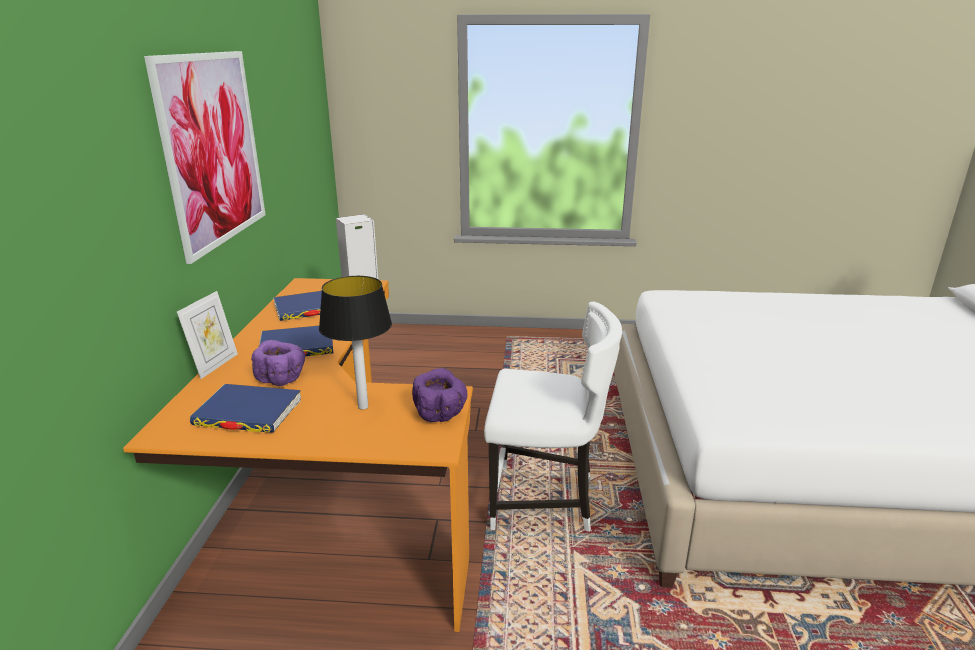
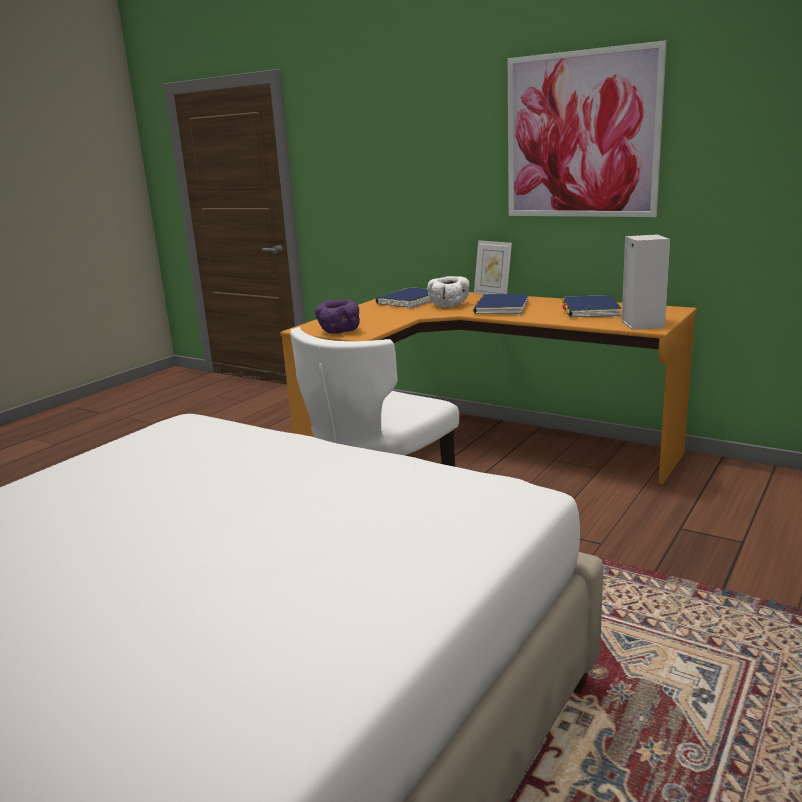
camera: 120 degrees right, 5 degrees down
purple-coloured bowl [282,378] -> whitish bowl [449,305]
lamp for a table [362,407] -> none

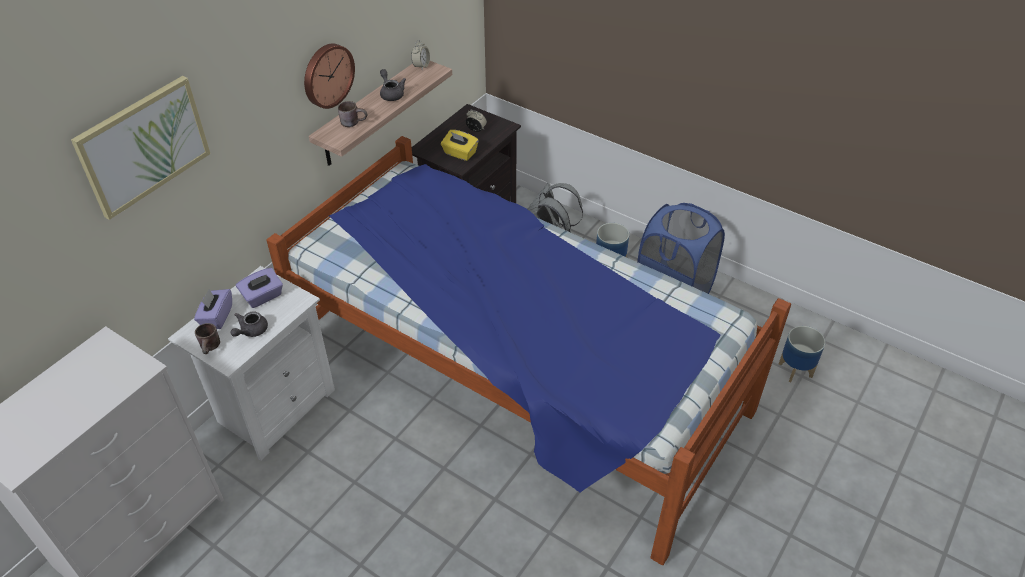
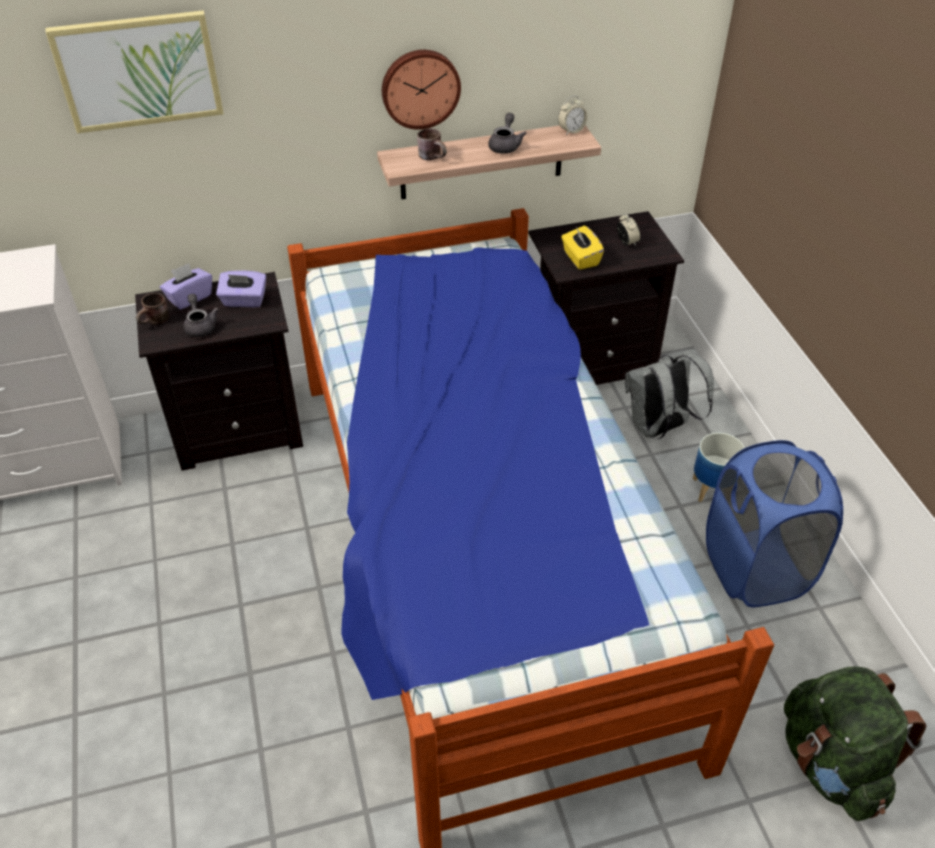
camera: 40 degrees right, 0 degrees up
whitish nightstand [274,407] -> black-coloured nightstand [239,430]
gray pot for tea [251,331] -> gray pot for tea [200,326], 90 degrees clockwise
planter [795,370] -> green-coloured knapsack [831,764]

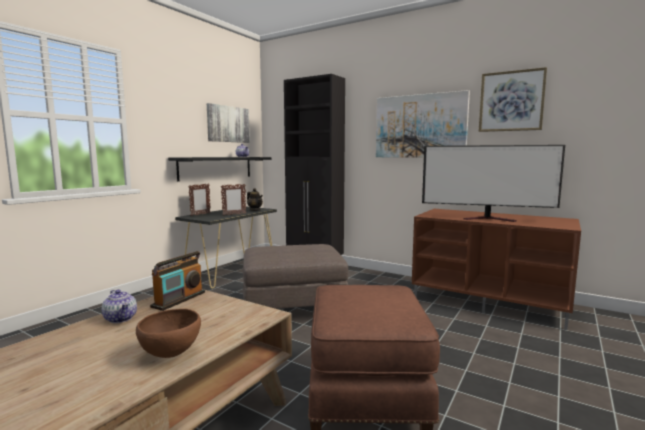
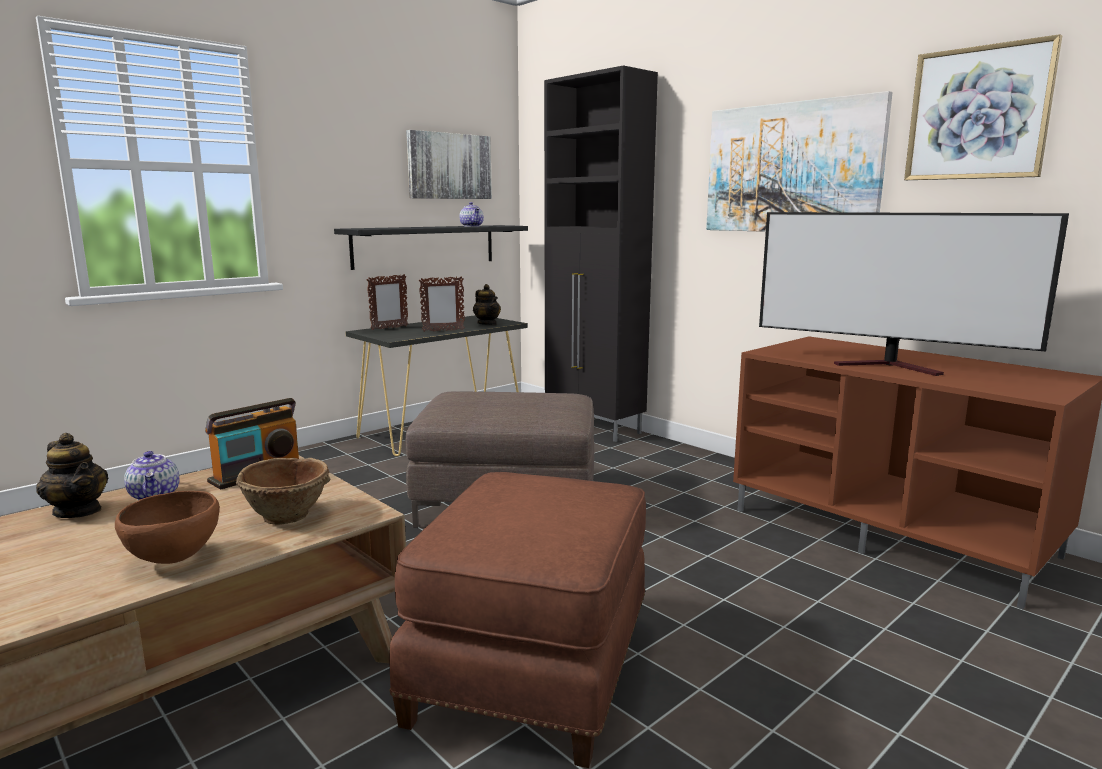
camera: 15 degrees right, 5 degrees up
none -> pot for tea [78,511]
none -> brownish bowl [288,516]

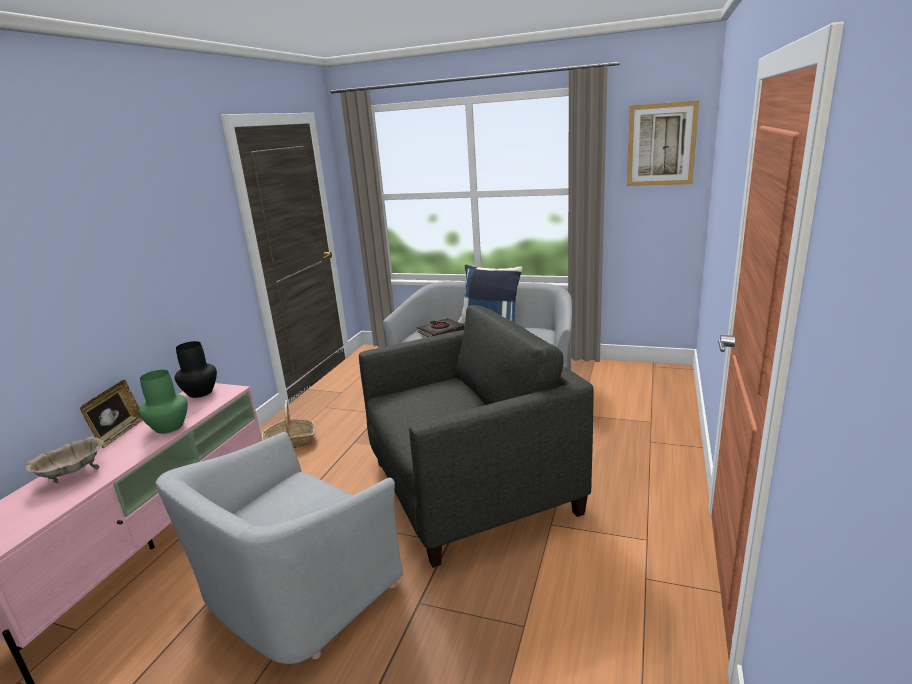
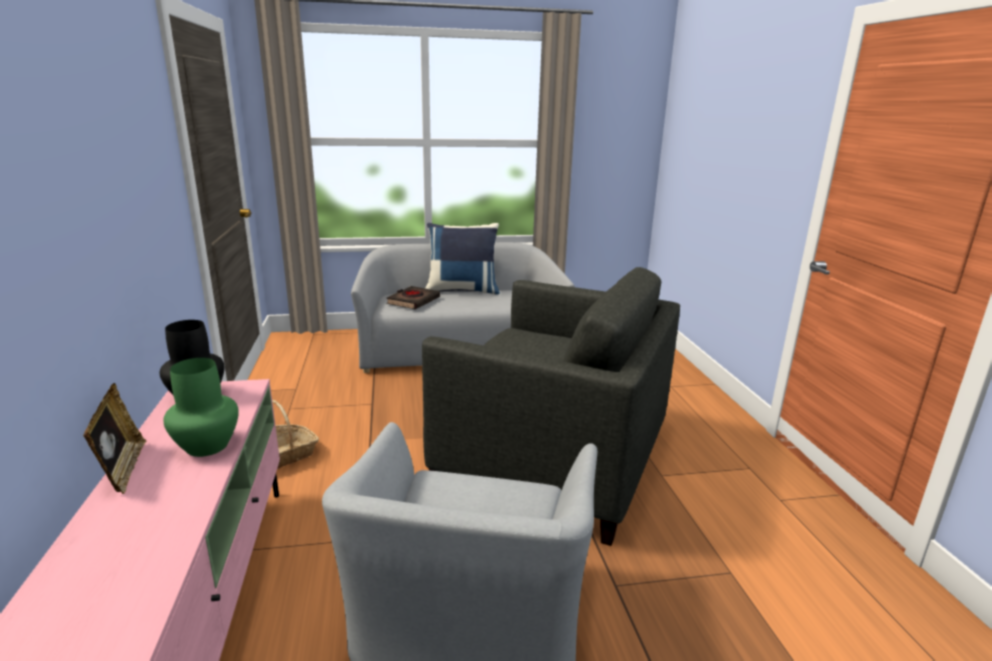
camera: 30 degrees left, 0 degrees up
gray easy chair [471,487] -> gray easy chair [552,459], 75 degrees clockwise
beige bowl [72,475] -> none
picture [661,145] -> none

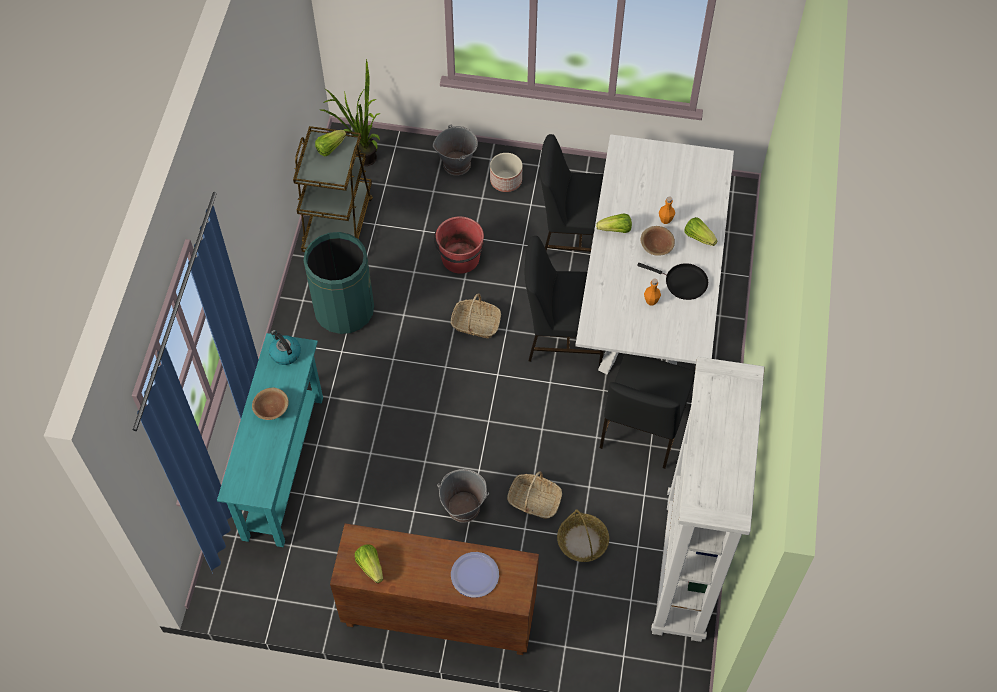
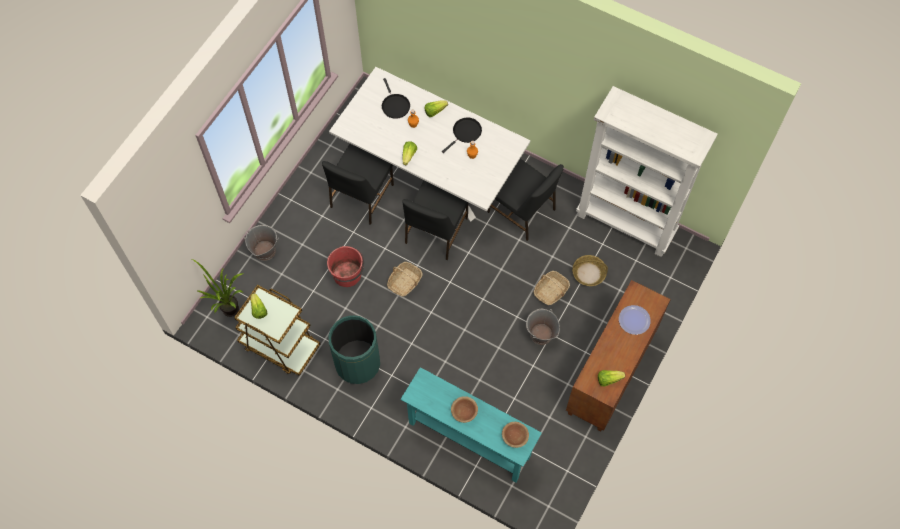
camera: 70 degrees left, 5 degrees up
none -> black-coloured skillet [395,105]
brownish bowl [656,246] -> brownish bowl [515,436], shifted
kettle [285,353] -> none
planter [506,180] -> none

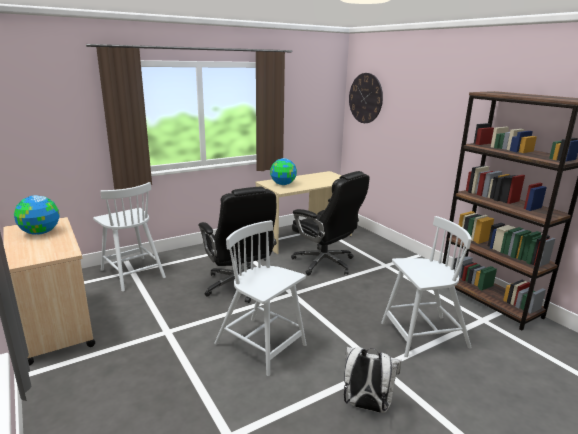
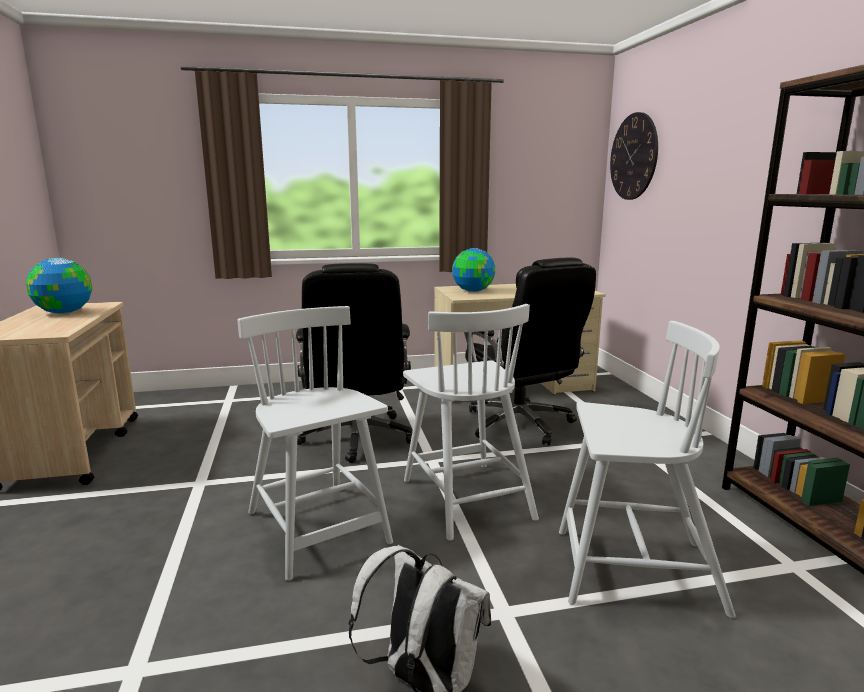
camera: 20 degrees right, 5 degrees down
whitish plain chair [132,273] -> whitish plain chair [466,497], shifted

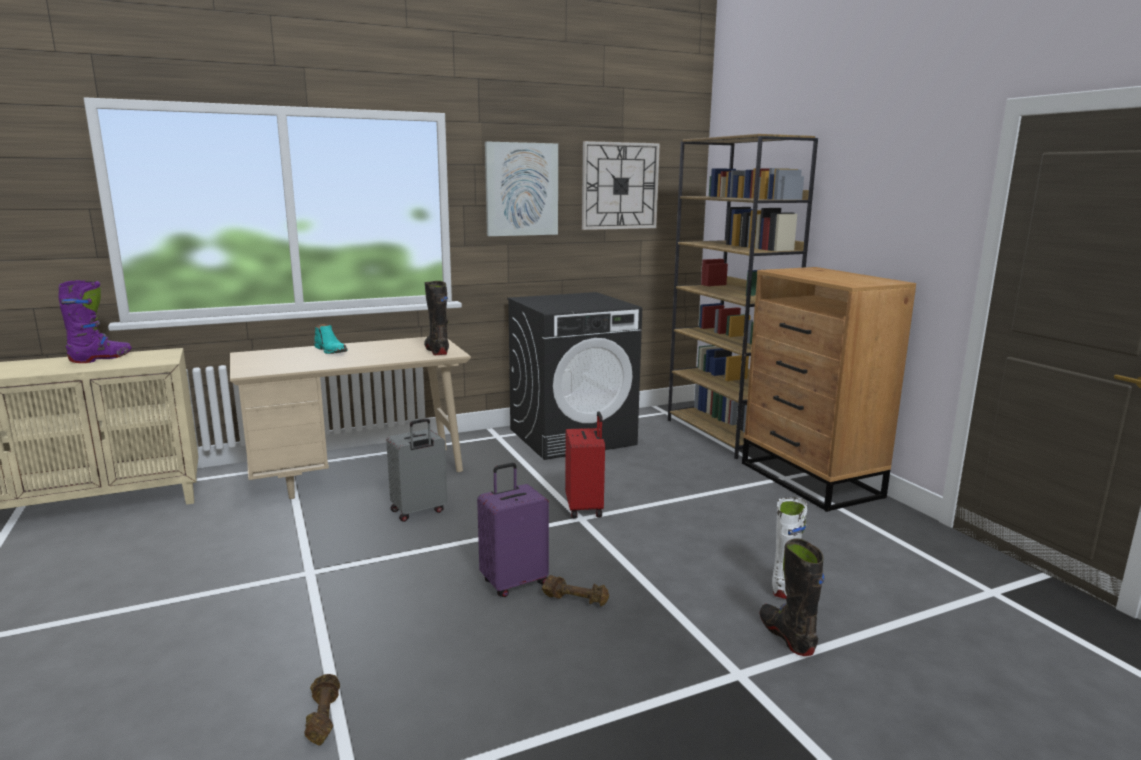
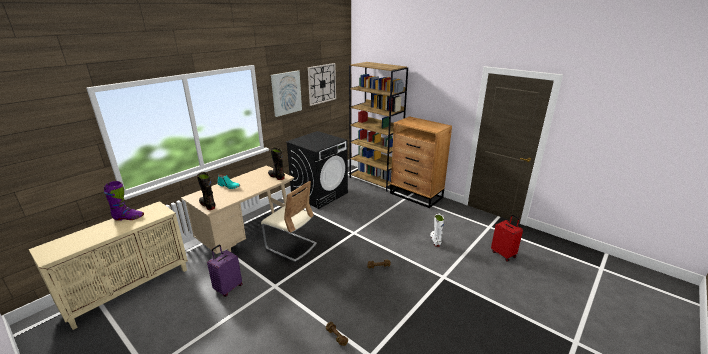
camera: 25 degrees left, 10 degrees up
purple-coloured tall boot [101,358] -> purple-coloured tall boot [128,218], 75 degrees clockwise
black-coloured tall boot [787,636] -> black-coloured tall boot [207,205], shifted
purple-coloured piece of luggage [514,582] -> purple-coloured piece of luggage [228,288], shifted
gray piece of luggage [419,511] -> beige plain chair [291,246]
red-coloured piece of luggage [585,508] -> red-coloured piece of luggage [503,254], shifted

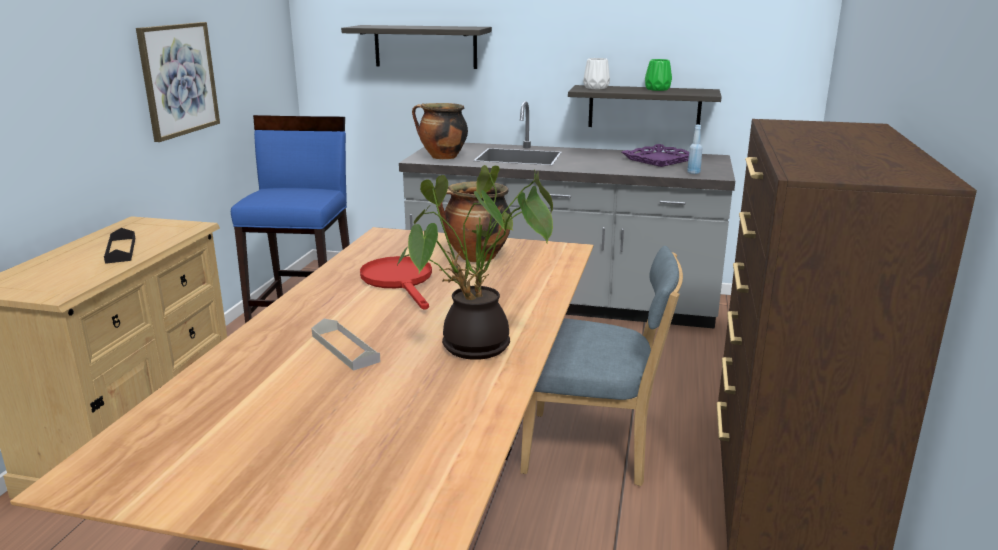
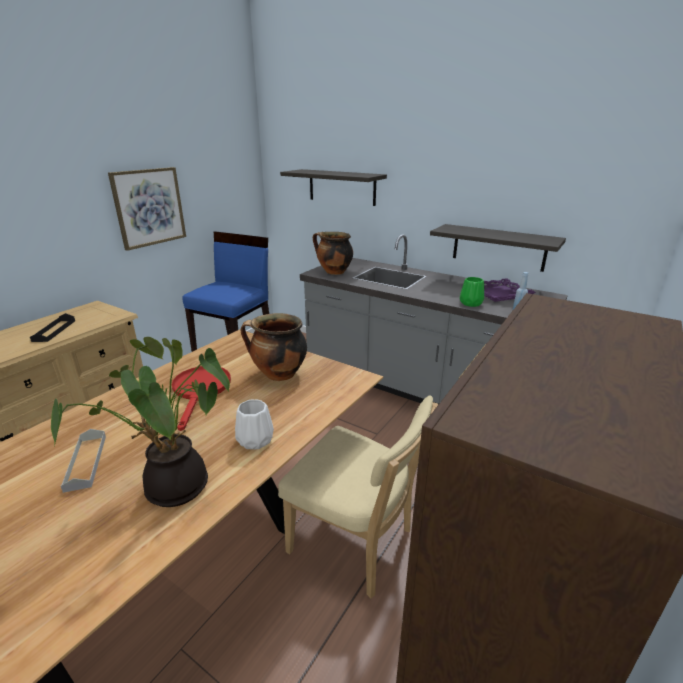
camera: 20 degrees right, 5 degrees up
whitish decorative vase [595,87] -> whitish decorative vase [255,439], shifted
bluish plain chair [593,450] -> beige plain chair [356,543]
green-coloured decorative vase [656,89] -> green-coloured decorative vase [470,303], shifted

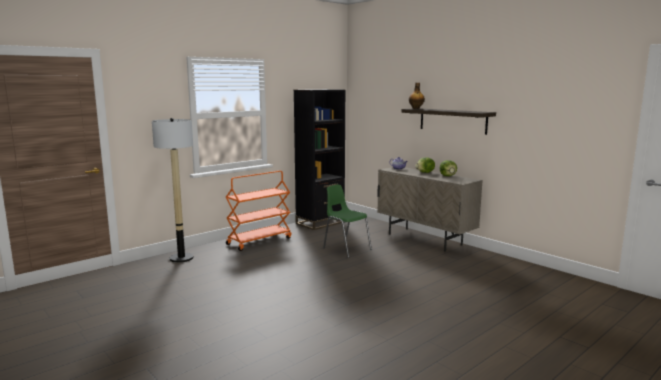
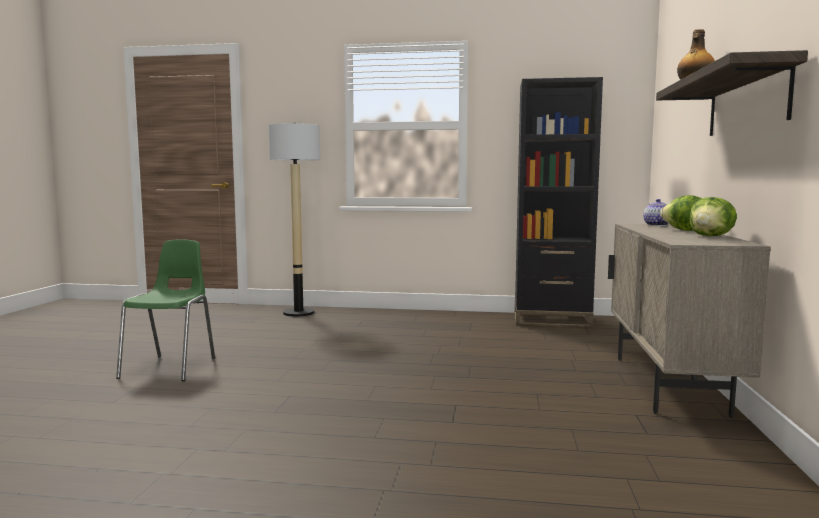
camera: 50 degrees right, 5 degrees down
green-coloured plain chair [346,249] -> green-coloured plain chair [171,367], shifted
orangey trolley [259,241] -> none

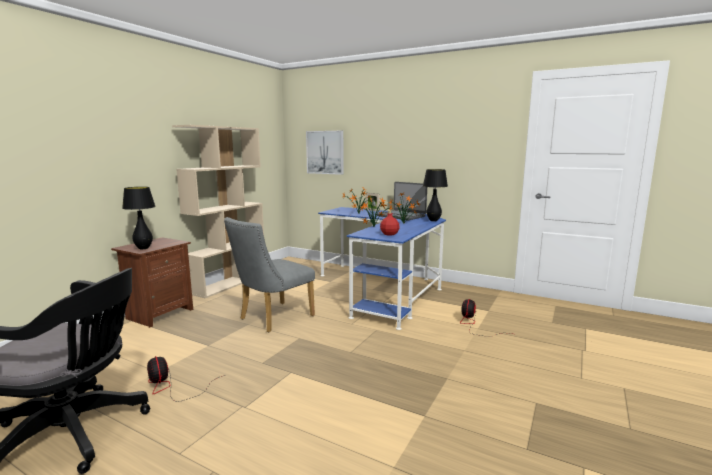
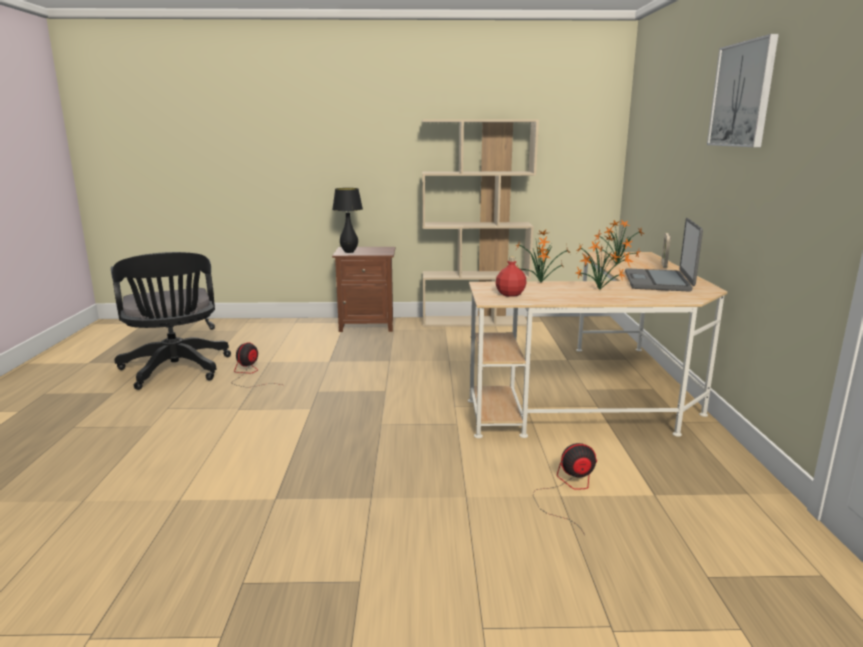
camera: 60 degrees right, 5 degrees up
bluish desk [384,289] -> beige desk [602,396]
picture [325,152] -> picture [742,95], shifted
gray plain chair [272,319] -> none
black-coloured lamp for a table [433,221] -> none

